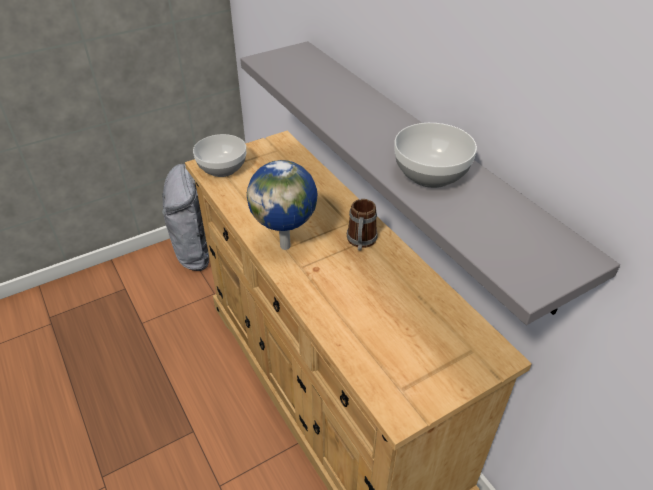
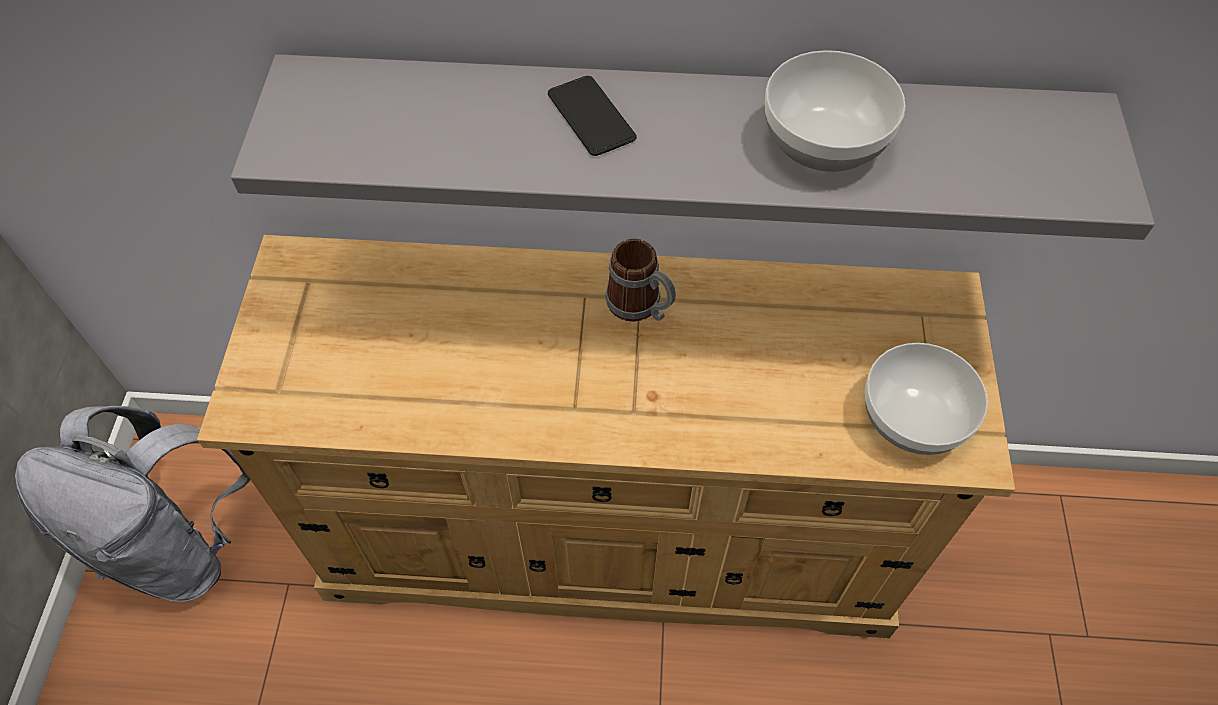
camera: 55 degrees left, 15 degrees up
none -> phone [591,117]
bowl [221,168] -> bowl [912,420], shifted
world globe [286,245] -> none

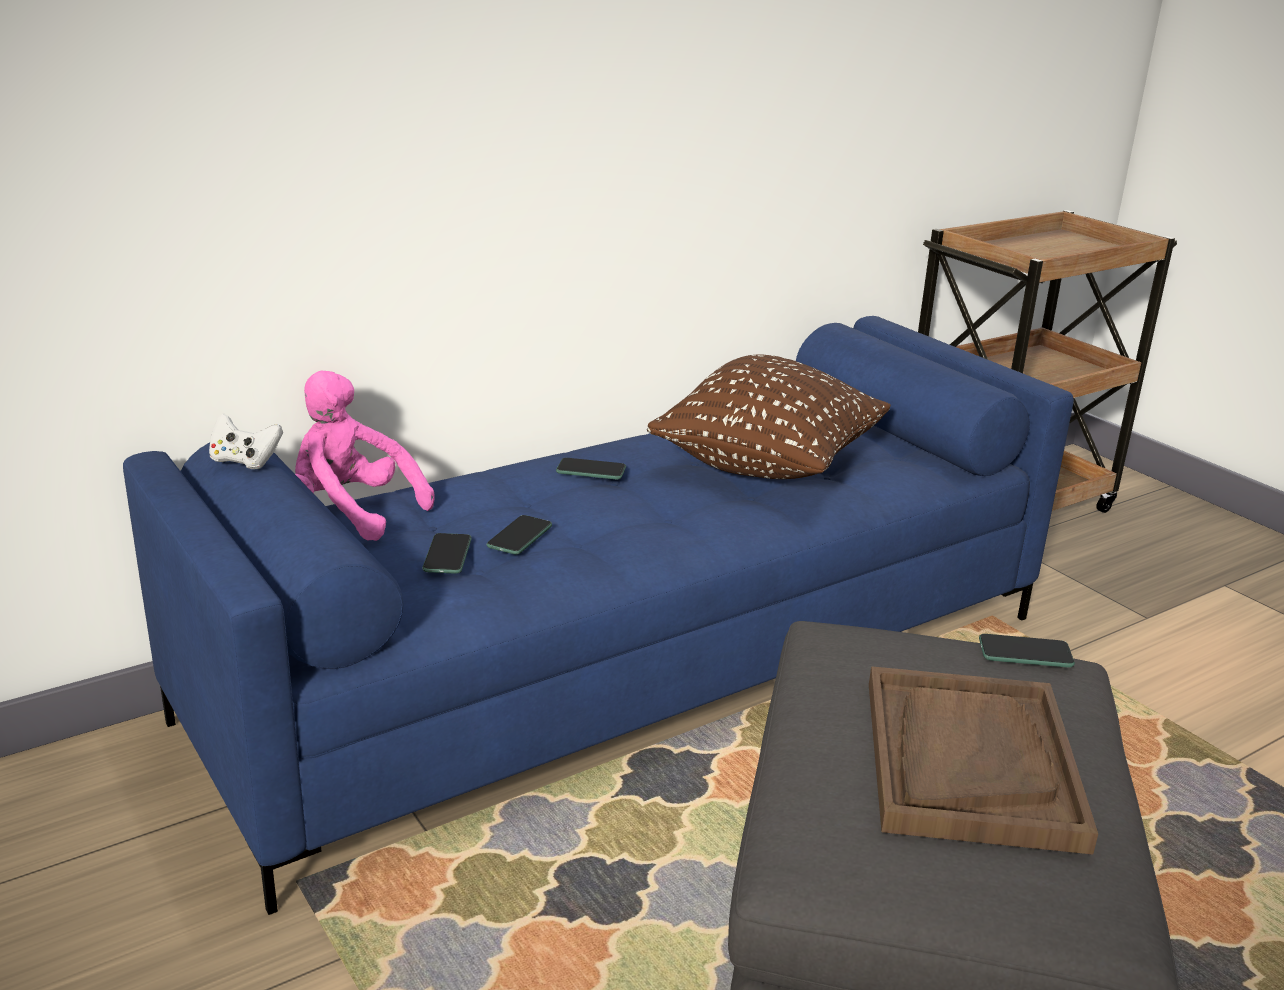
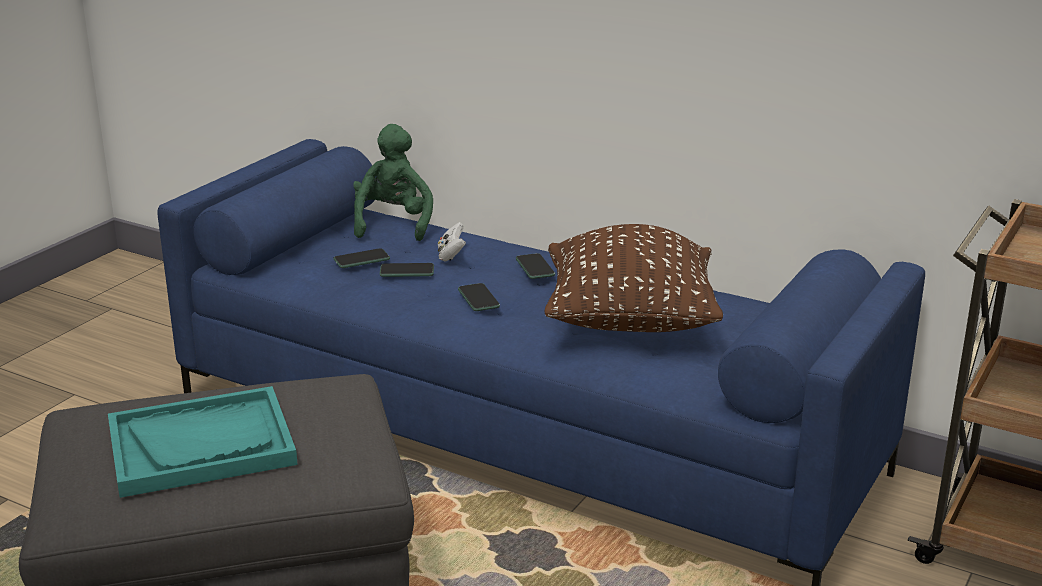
camera: 65 degrees right, 0 degrees up
brownish carrying tray [969,761] -> turquoise carrying tray [202,445]
pink cuddly toy [351,513] -> green-coloured cuddly toy [392,223]
whitish gamepad [245,461] -> whitish gamepad [451,255], shifted
phone [1025,653] -> phone [478,298], shifted

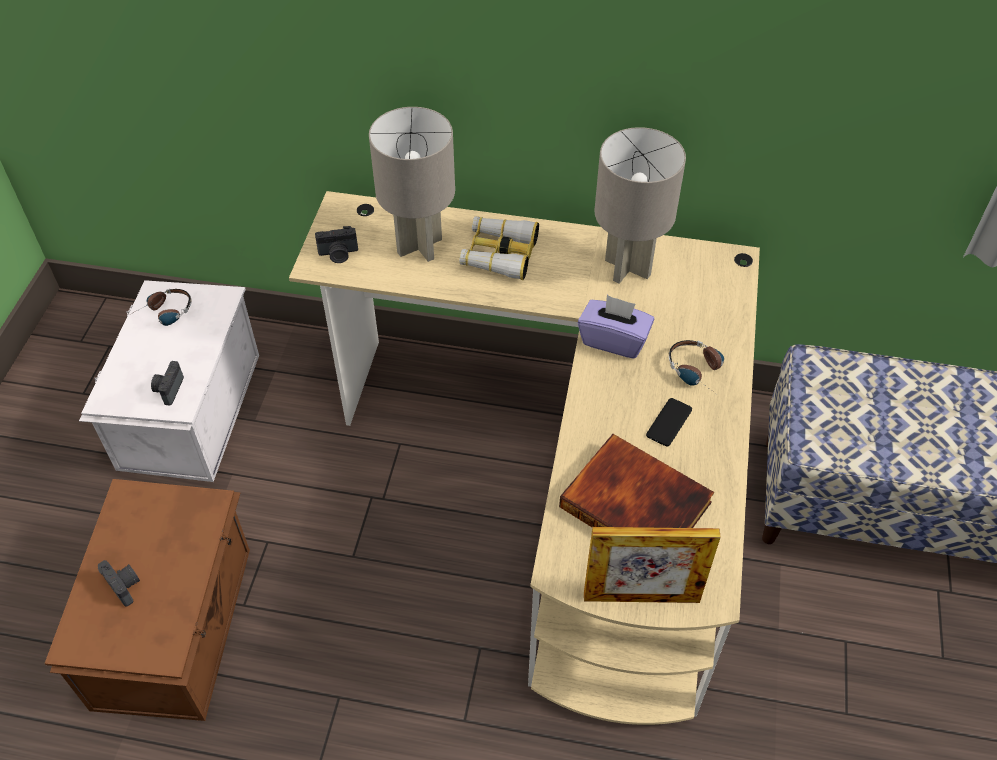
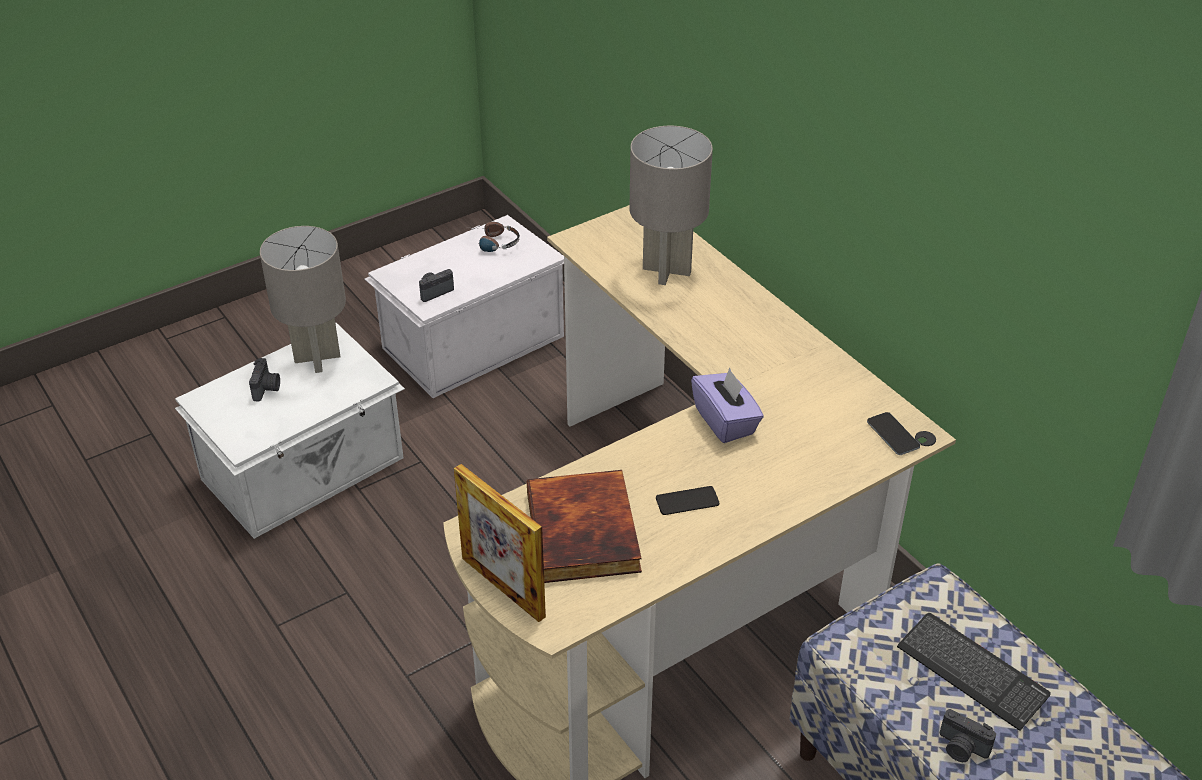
camera: 45 degrees right, 10 degrees down
brownish storage container [177,625] -> whitish storage container [305,469]
gray lamp for a table [628,267] -> gray lamp for a table [318,358], shifted
none -> phone [893,434]
none -> computer keyboard [971,672]
still camera [338,254] -> still camera [961,748], shifted
pair of binoculars [499,254] -> none
headphones [699,372] -> none

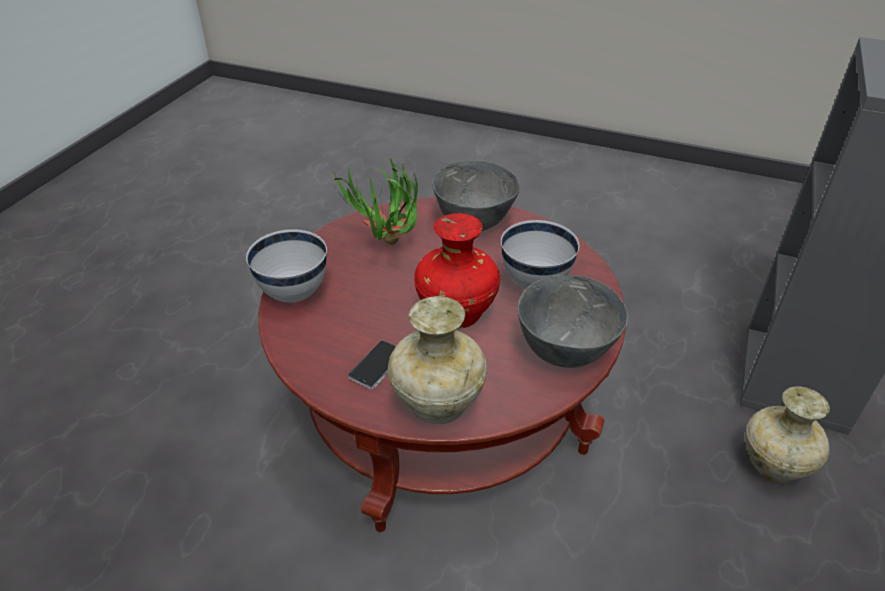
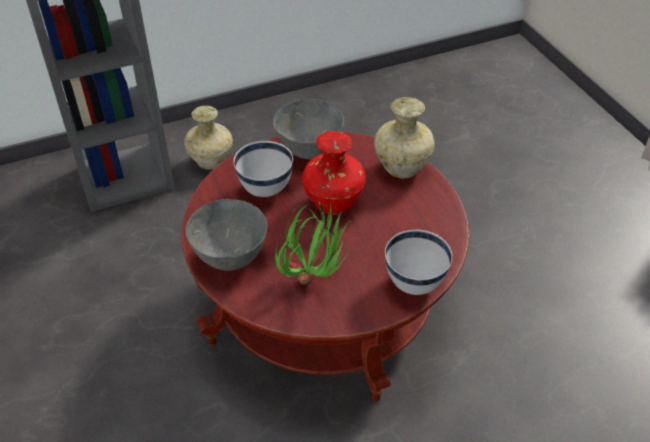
camera: 135 degrees left, 5 degrees up
phone [377,365] -> none

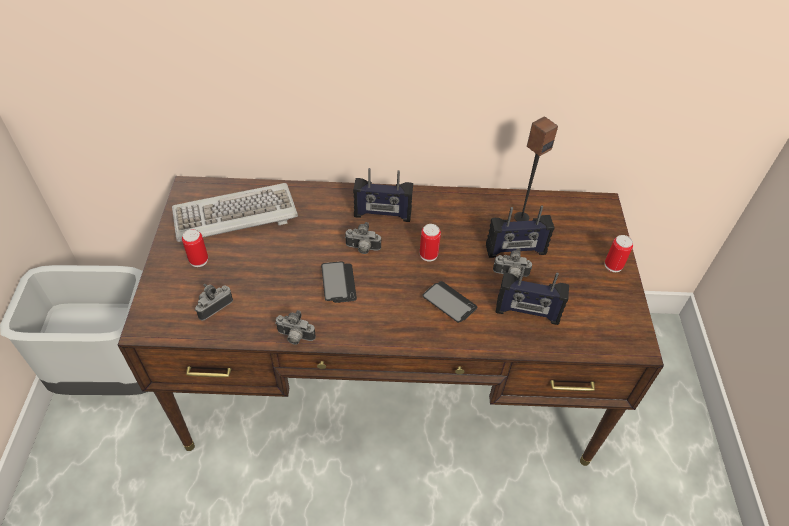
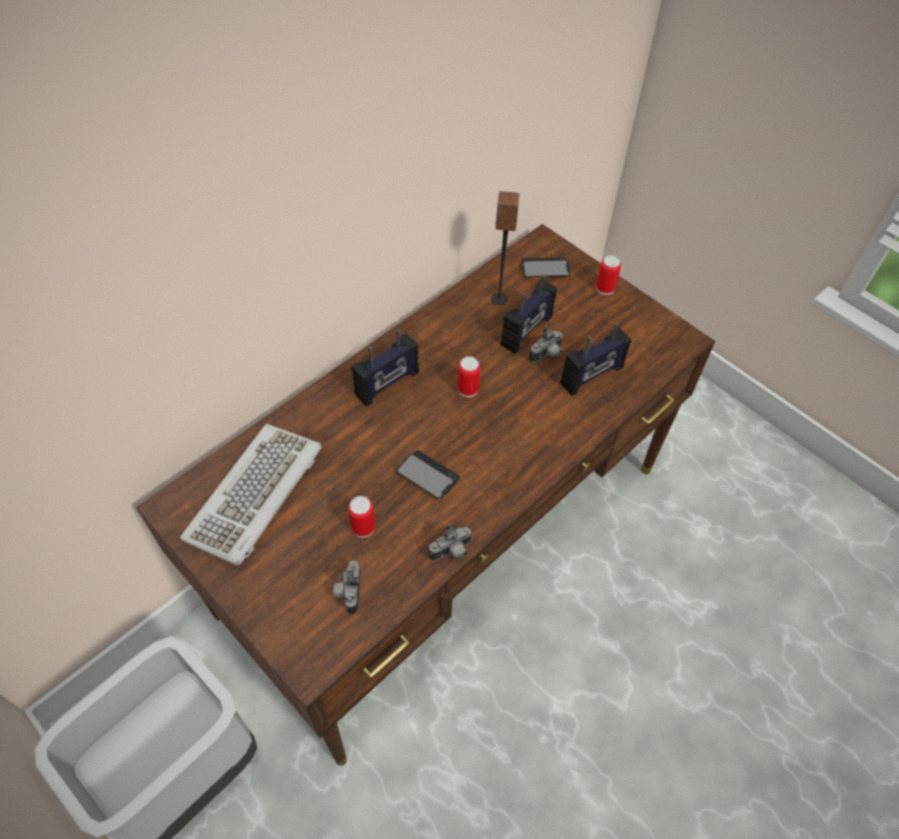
camera: 45 degrees left, 5 degrees up
can [198,260] -> can [363,527], shifted
phone [449,302] -> phone [545,268], shifted
still camera [362,249] -> none

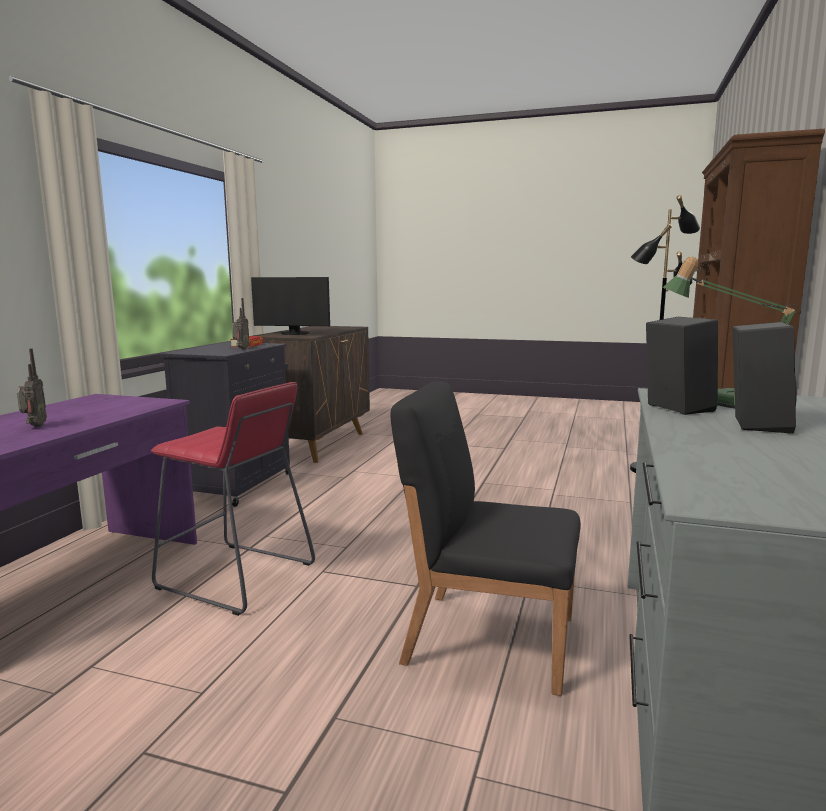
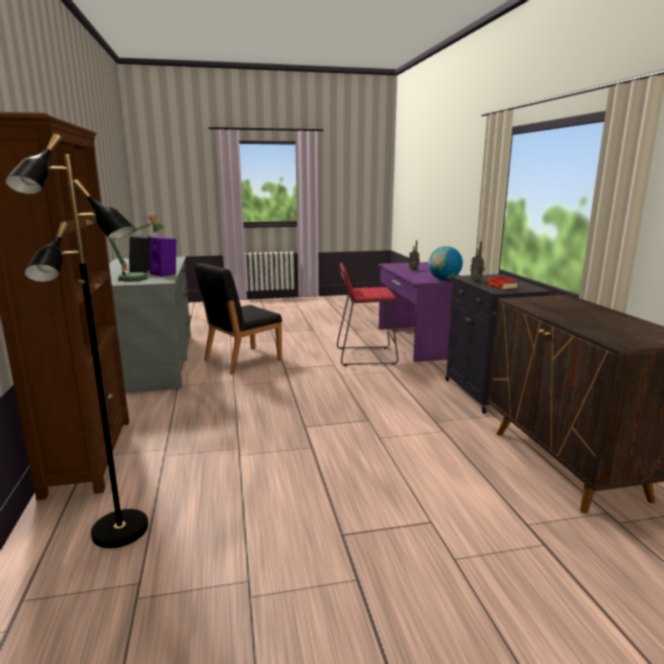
camera: 150 degrees right, 5 degrees up
black-coloured audio speaker [674,408] -> purple-coloured audio speaker [165,274]
black-coloured plain chair [487,638] -> black-coloured plain chair [241,360], 150 degrees clockwise
none -> world globe [444,279]
monitor [294,334] -> none

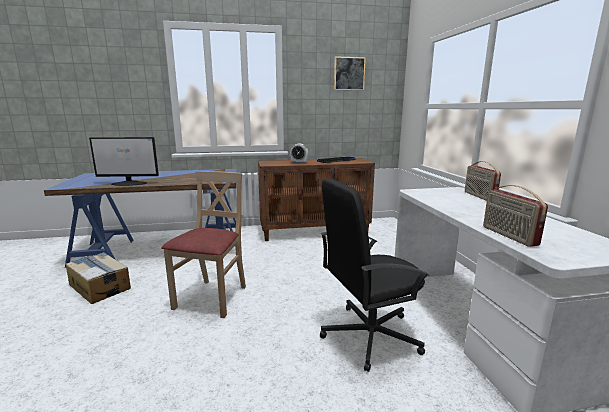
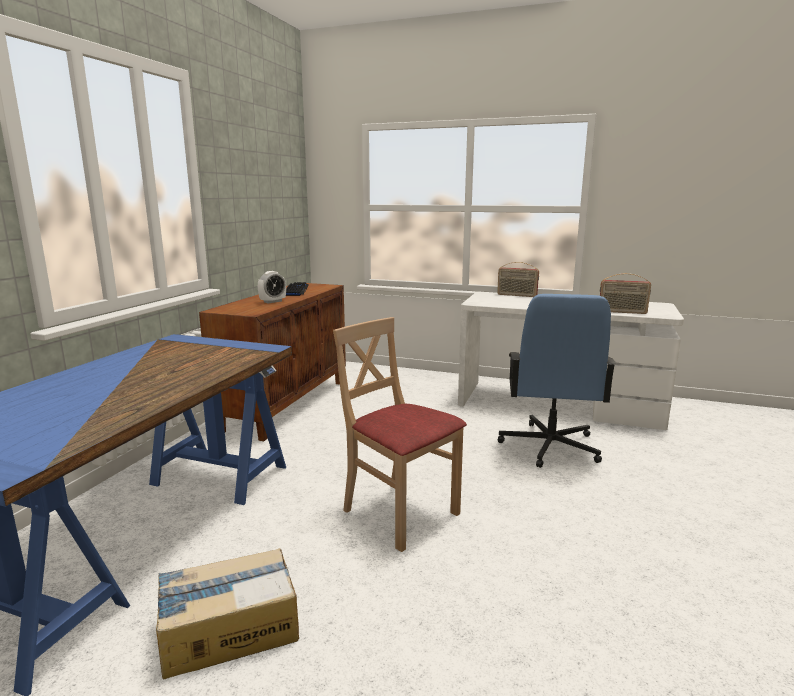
camera: 60 degrees left, 0 degrees up
black-coloured office chair [369,335] -> bluish office chair [549,446]
monitor [129,183] -> none
picture [349,73] -> none

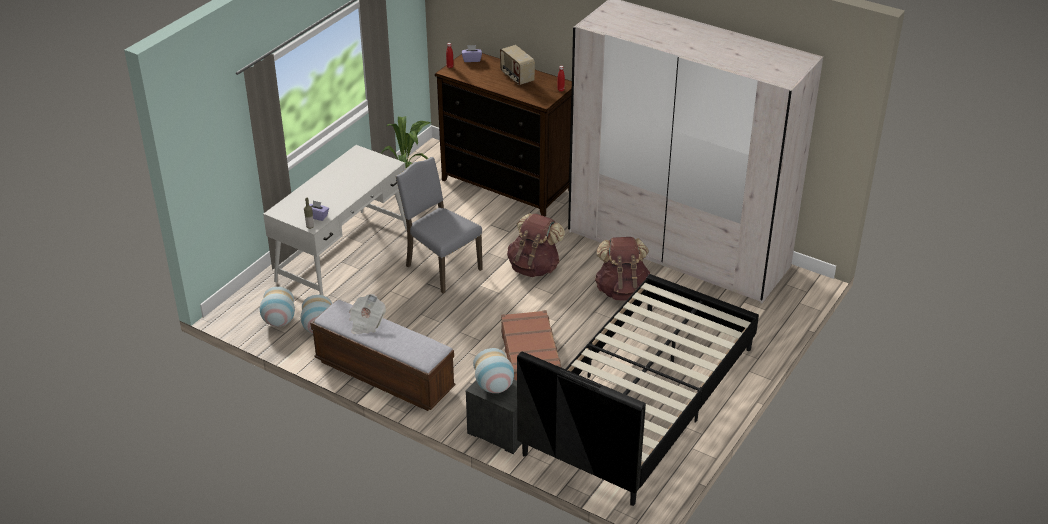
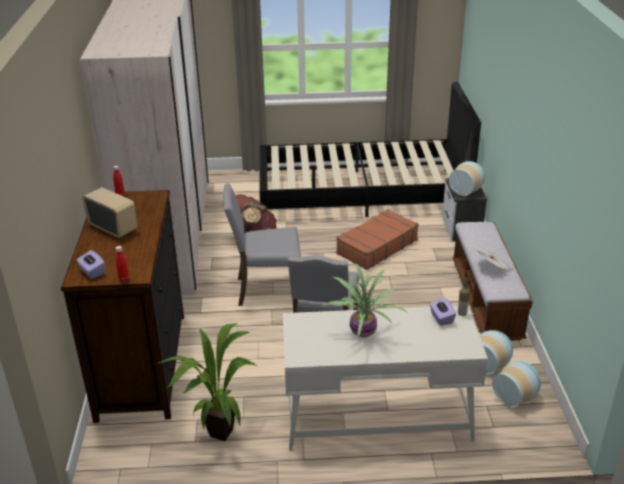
camera: 125 degrees left, 5 degrees down
radio receiver [516,77] -> radio receiver [113,228], 75 degrees counterclockwise
brownish knapsack [534,267] -> gray plain chair [266,290]
none -> houseplant [362,333]

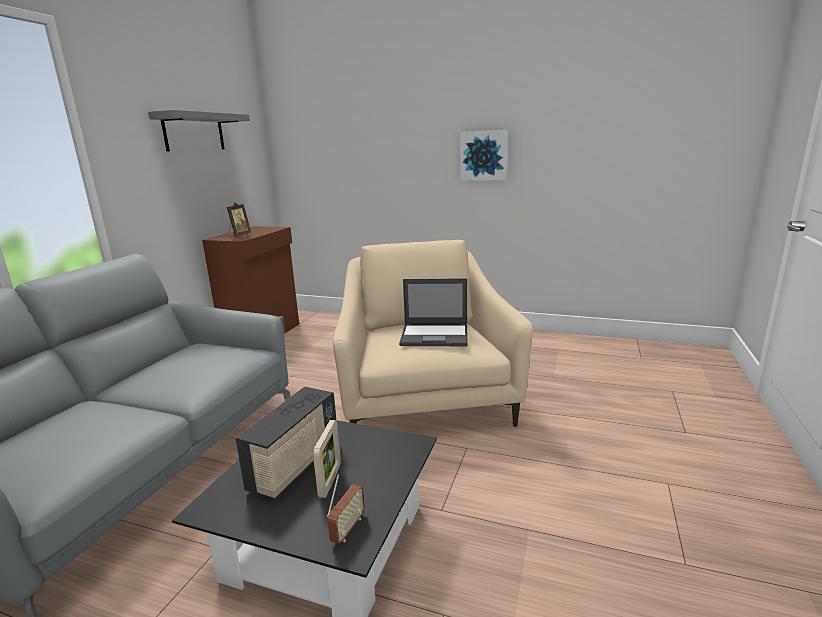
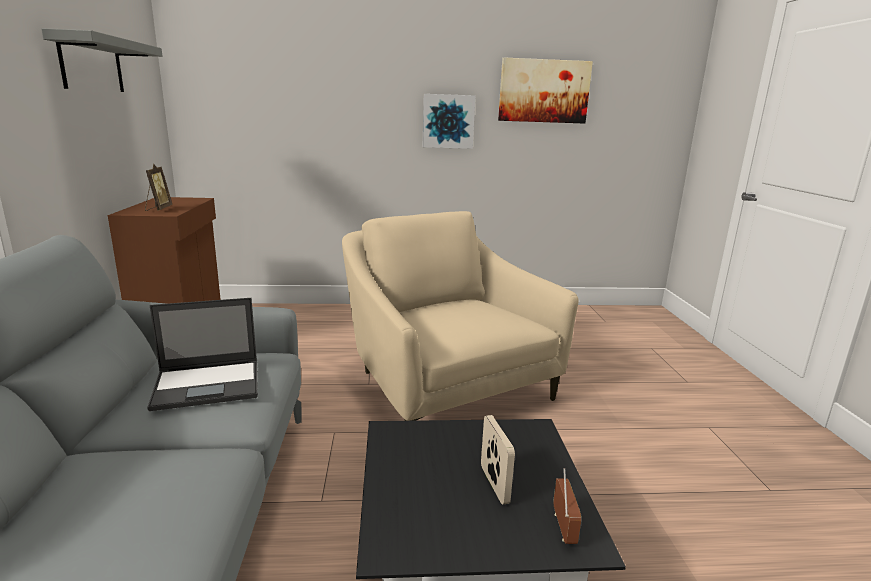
camera: 25 degrees left, 0 degrees up
notebook computer [435,335] -> notebook computer [209,384], shifted
none -> picture [543,91]
radio receiver [296,466] -> none

